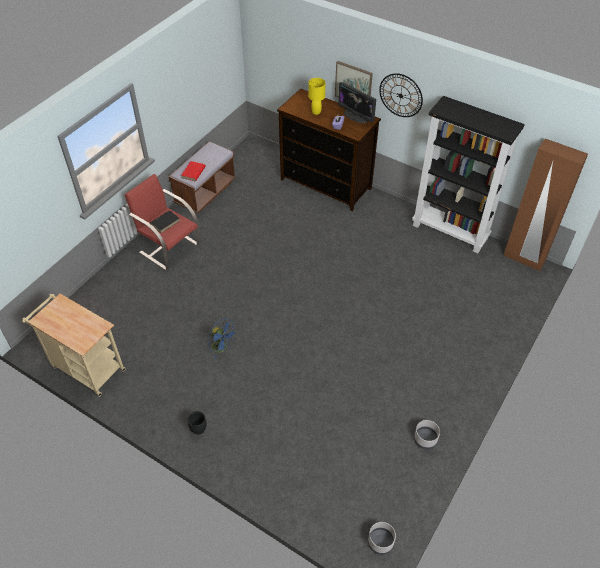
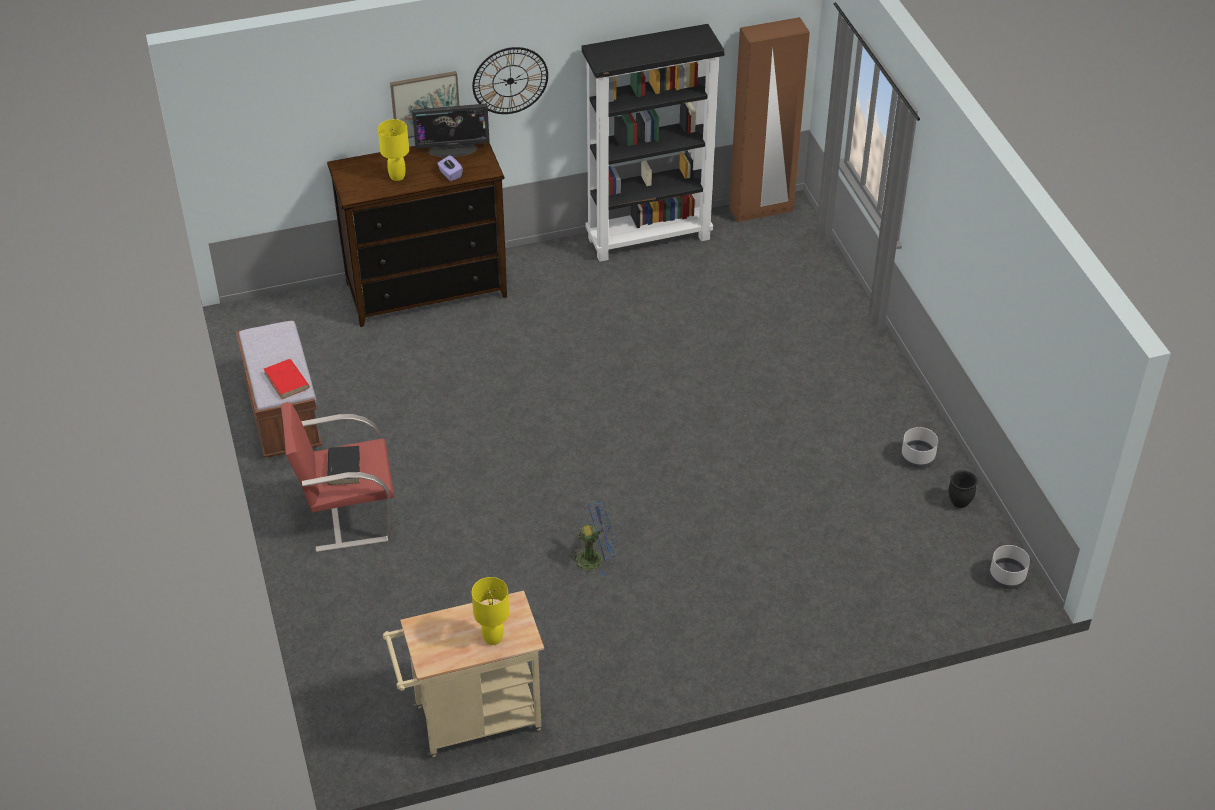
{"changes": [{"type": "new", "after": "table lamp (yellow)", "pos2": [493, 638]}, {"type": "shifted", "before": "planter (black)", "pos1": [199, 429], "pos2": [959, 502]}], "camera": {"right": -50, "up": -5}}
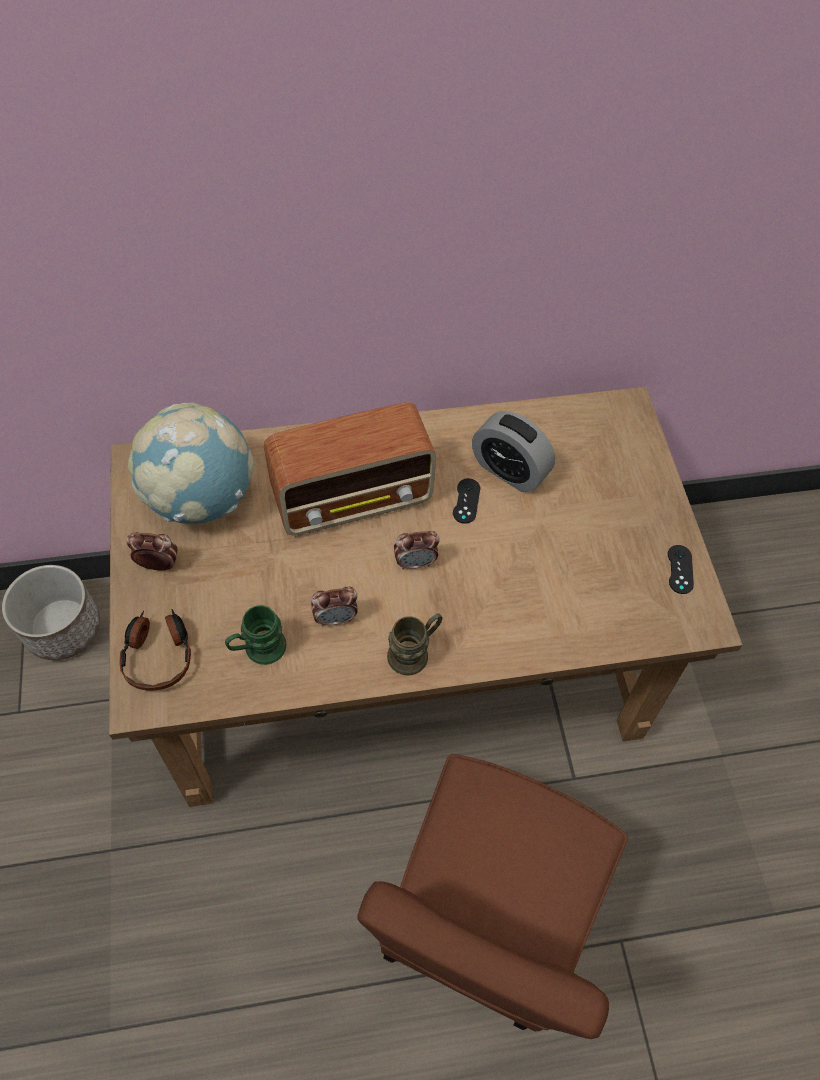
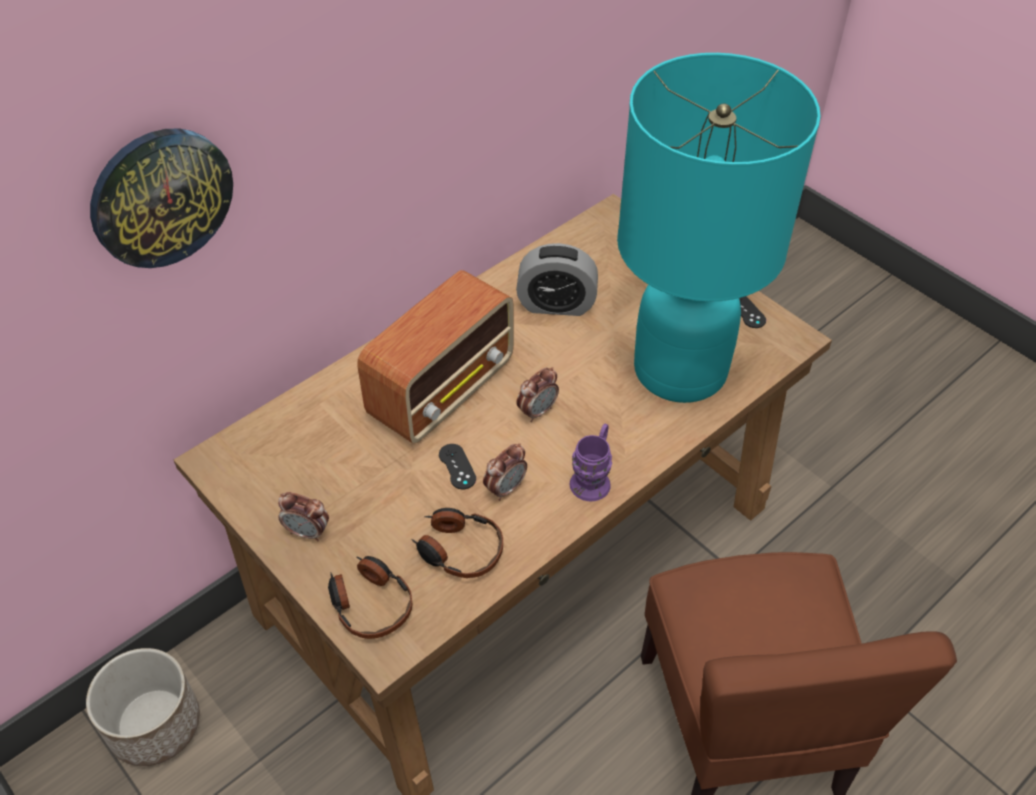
{"changes": [{"type": "gone", "before": "globe", "pos1": [201, 497]}, {"type": "new", "after": "wall clock", "pos2": [161, 197]}, {"type": "new", "after": "table lamp (turquoise)", "pos2": [680, 369]}, {"type": "shifted", "before": "game controller (black)", "pos1": [466, 501], "pos2": [457, 466]}, {"type": "swapped", "before": "mug (green)", "after": "headphones", "pos1": [258, 650], "pos2": [459, 549]}, {"type": "repainted", "before": "mug (brown)", "after": "mug (purple)", "pos1": [414, 652], "pos2": [593, 478]}, {"type": "rotated", "before": "alarm clock", "pos1": [159, 564], "pos2": [308, 532], "turn": -135}], "camera": {"right": -30, "up": -10}}
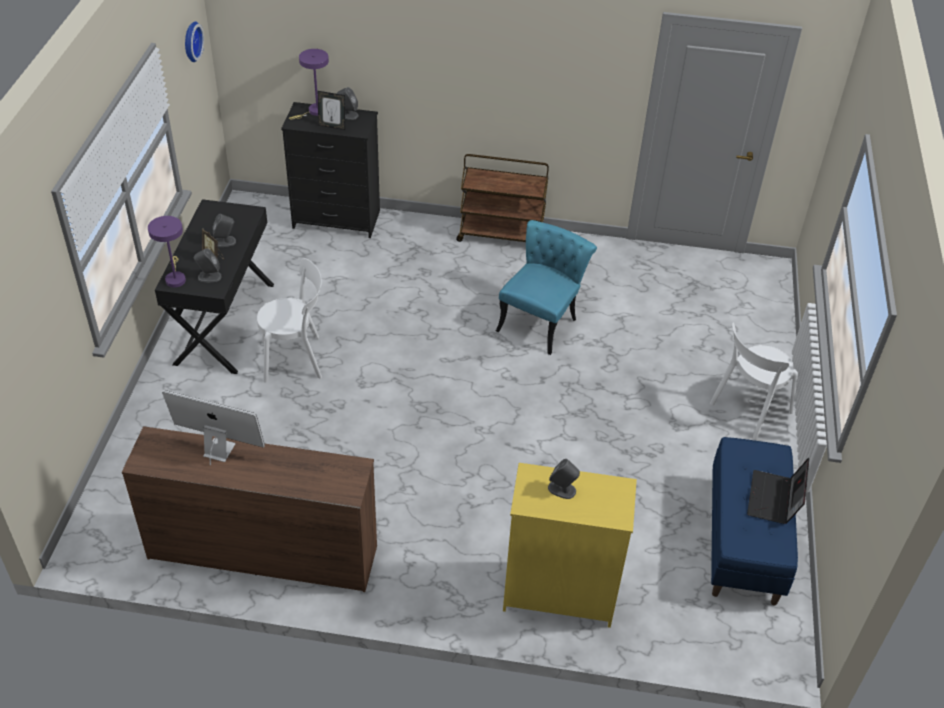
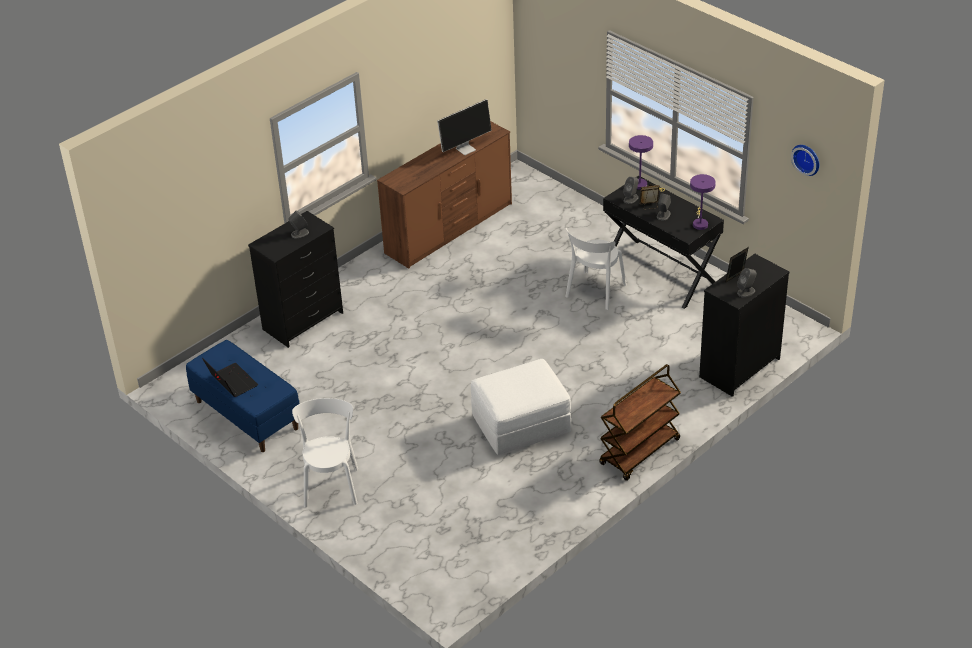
{"changes": [{"type": "shifted", "before": "table lamp (purple)", "pos1": [314, 112], "pos2": [700, 223]}, {"type": "swapped", "before": "chair (turquoise)", "after": "ottoman (white)", "pos1": [541, 320], "pos2": [521, 425]}, {"type": "repainted", "before": "dresser (yellow)", "after": "dresser (black)", "pos1": [559, 593], "pos2": [303, 321]}], "camera": {"right": 130, "up": -5}}
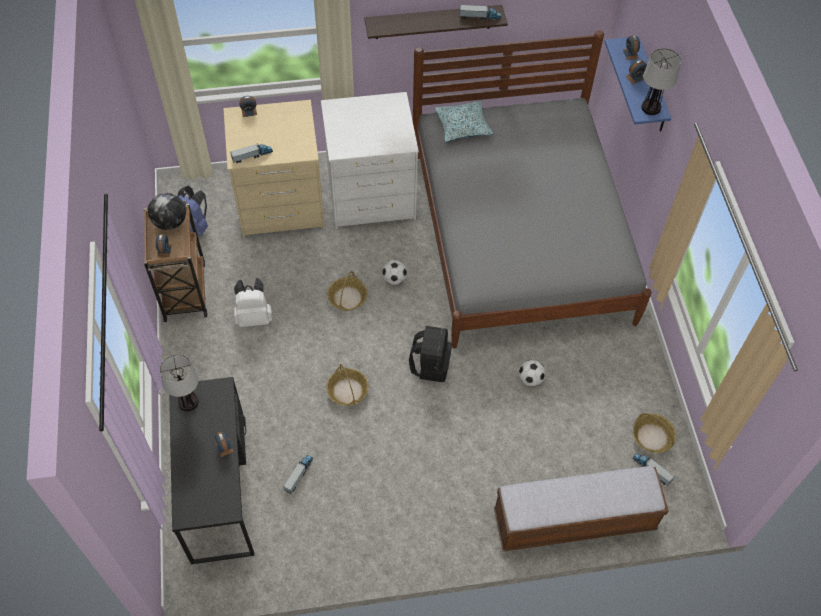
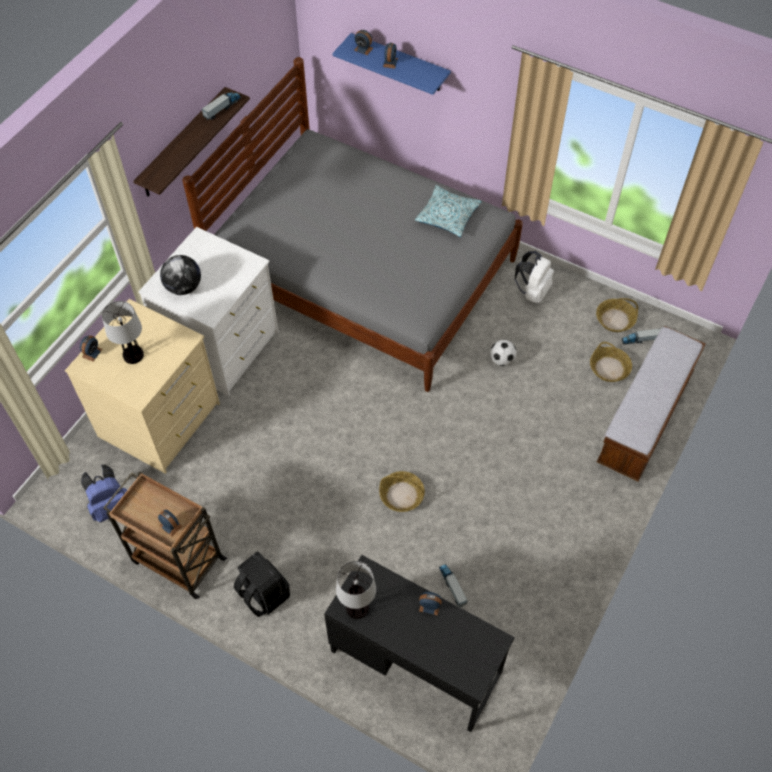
{"changes": [{"type": "gone", "before": "toy truck", "pos1": [252, 156]}, {"type": "gone", "before": "football", "pos1": [394, 279]}, {"type": "shifted", "before": "globe", "pos1": [170, 223], "pos2": [184, 287]}, {"type": "shifted", "before": "backpack (white)", "pos1": [254, 317], "pos2": [533, 292]}, {"type": "shifted", "before": "basket", "pos1": [347, 297], "pos2": [609, 368]}, {"type": "shifted", "before": "backpack (black)", "pos1": [430, 365], "pos2": [263, 594]}, {"type": "shifted", "before": "pillow", "pos1": [463, 126], "pos2": [447, 216]}, {"type": "shifted", "before": "table lamp", "pos1": [650, 108], "pos2": [133, 355]}], "camera": {"right": -50, "up": 0}}
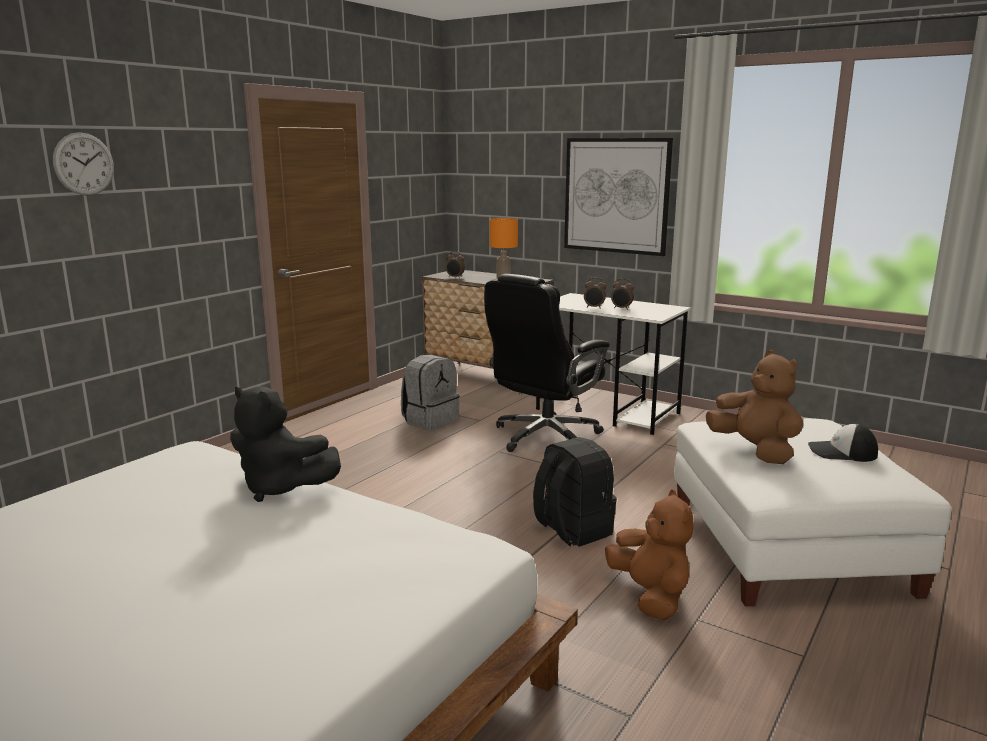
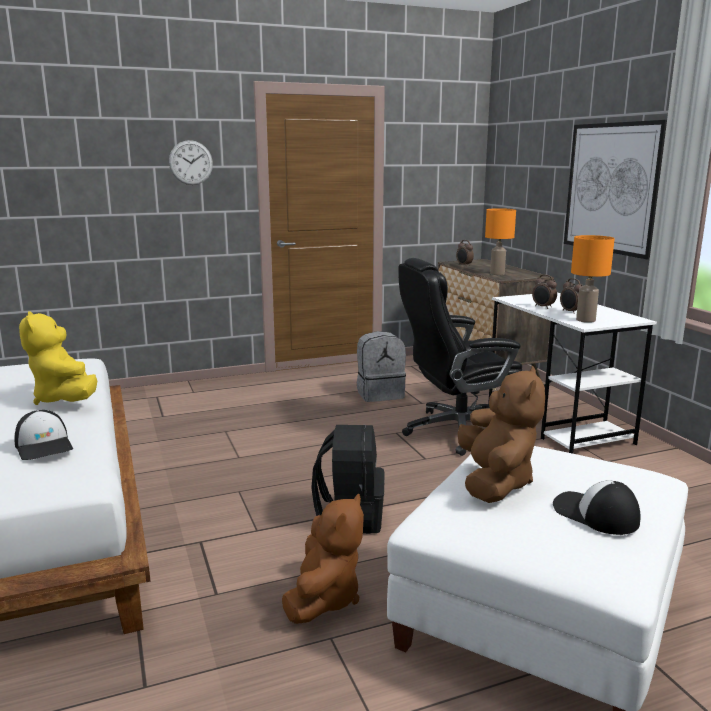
{"changes": [{"type": "new", "after": "cap", "pos2": [44, 446]}, {"type": "new", "after": "table lamp (orange)", "pos2": [586, 320]}, {"type": "shifted", "before": "wall clock", "pos1": [84, 164], "pos2": [191, 162]}, {"type": "repainted", "before": "plush toy (black)", "after": "plush toy (yellow)", "pos1": [280, 488], "pos2": [65, 399]}], "camera": {"right": 35, "up": 0}}
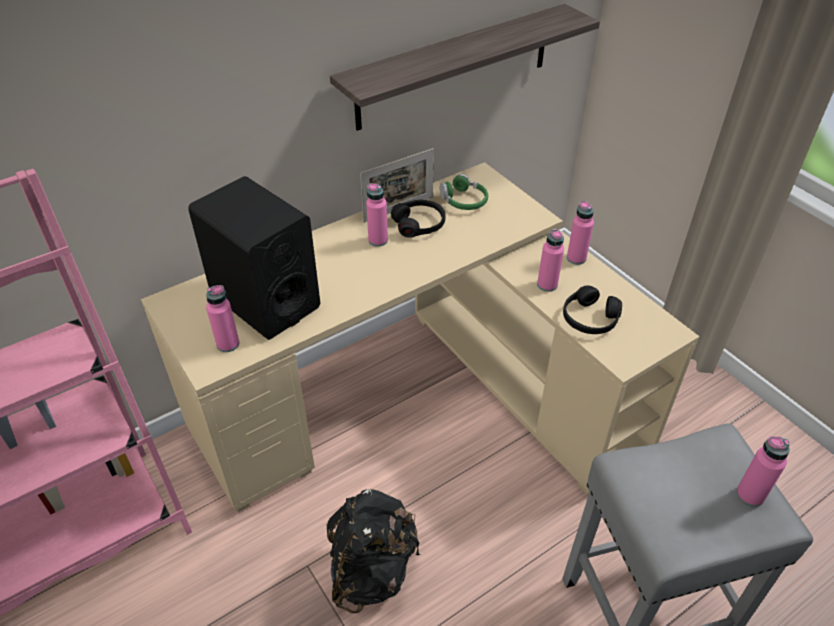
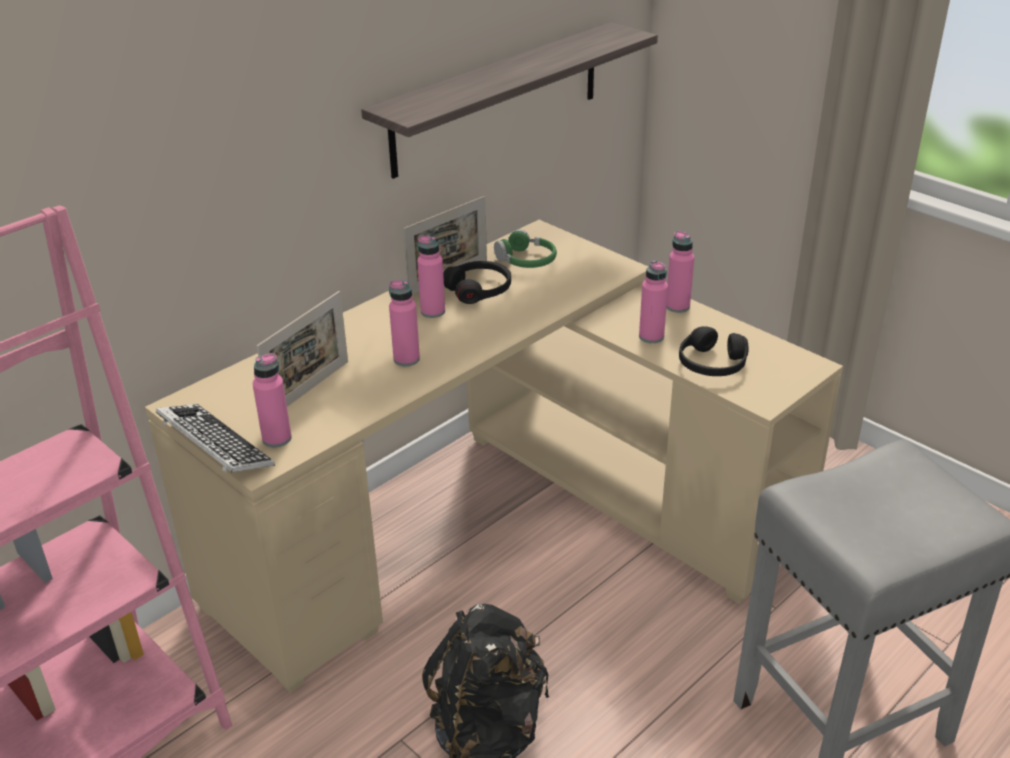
{"changes": [{"type": "new", "after": "keyboard", "pos2": [214, 446]}, {"type": "shifted", "before": "bottle (pink)", "pos1": [750, 495], "pos2": [406, 359]}, {"type": "swapped", "before": "speaker (black)", "after": "picture frame", "pos1": [265, 301], "pos2": [309, 389]}], "camera": {"right": -10, "up": -10}}
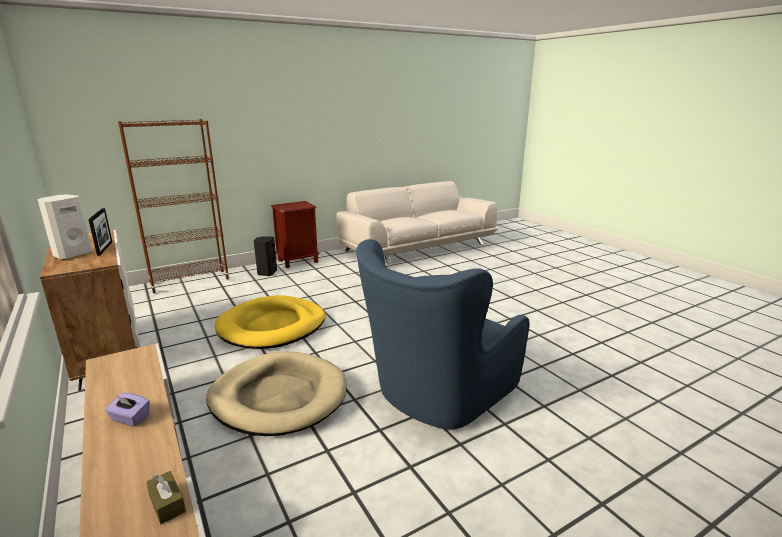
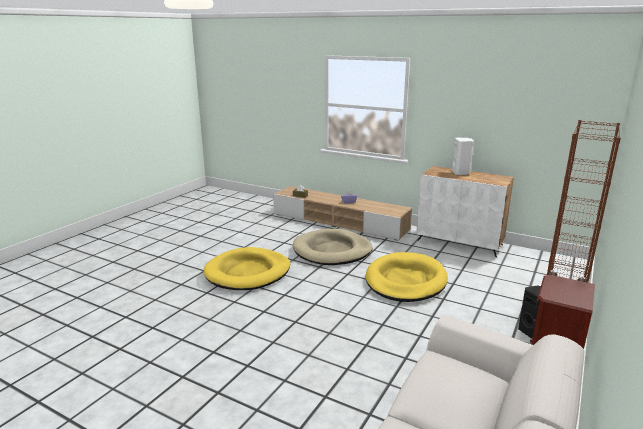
{"changes": [{"type": "gone", "before": "picture frame", "pos1": [105, 248]}, {"type": "swapped", "before": "armchair (blue)", "after": "dog bed (yellow)", "pos1": [437, 396], "pos2": [248, 272]}], "camera": {"right": 150, "up": 0}}
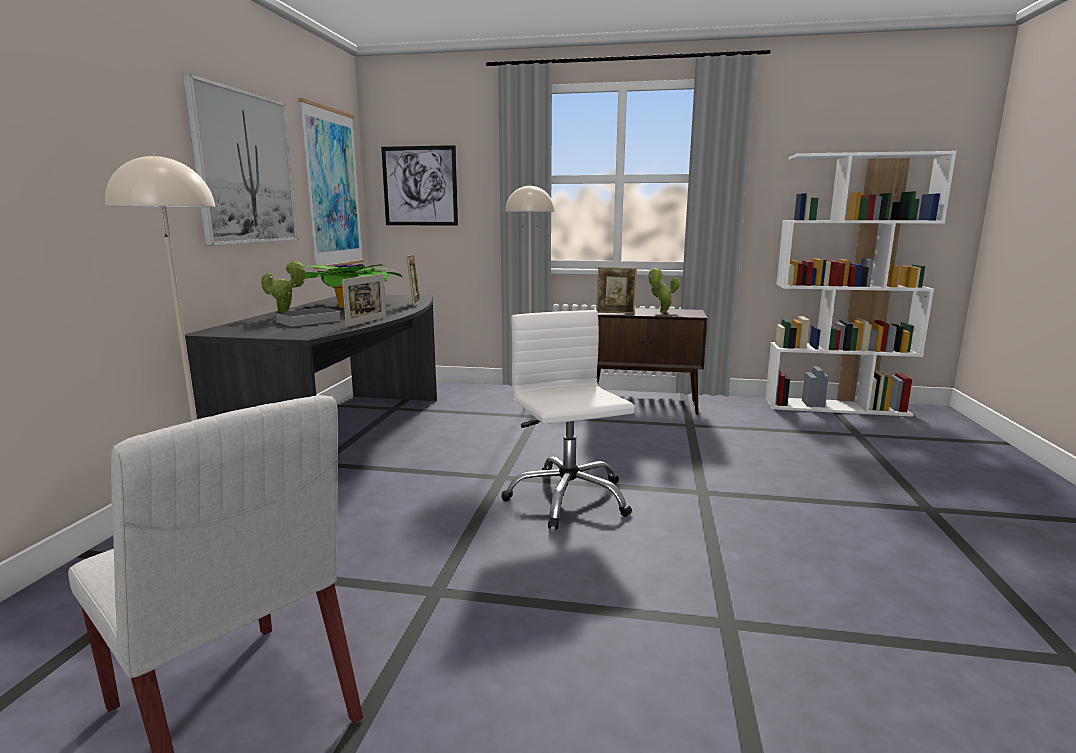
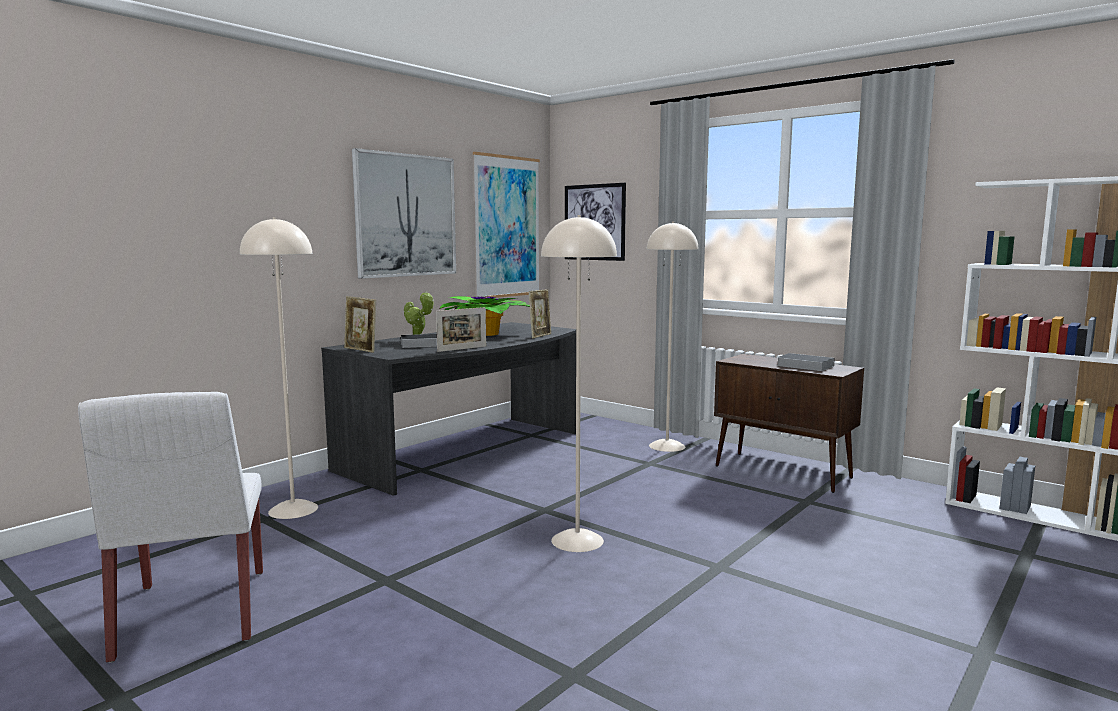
{"changes": [{"type": "shifted", "before": "picture frame", "pos1": [615, 313], "pos2": [361, 350]}, {"type": "swapped", "before": "office chair (white)", "after": "floor lamp (beige)", "pos1": [567, 498], "pos2": [578, 540]}, {"type": "swapped", "before": "potted plant", "after": "book", "pos1": [661, 312], "pos2": [803, 365]}], "camera": {"right": 30, "up": -5}}
